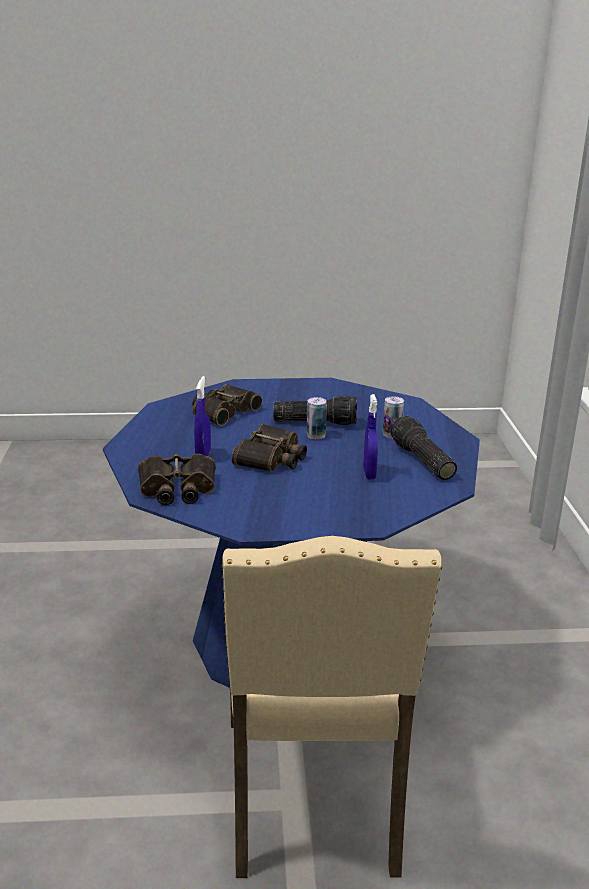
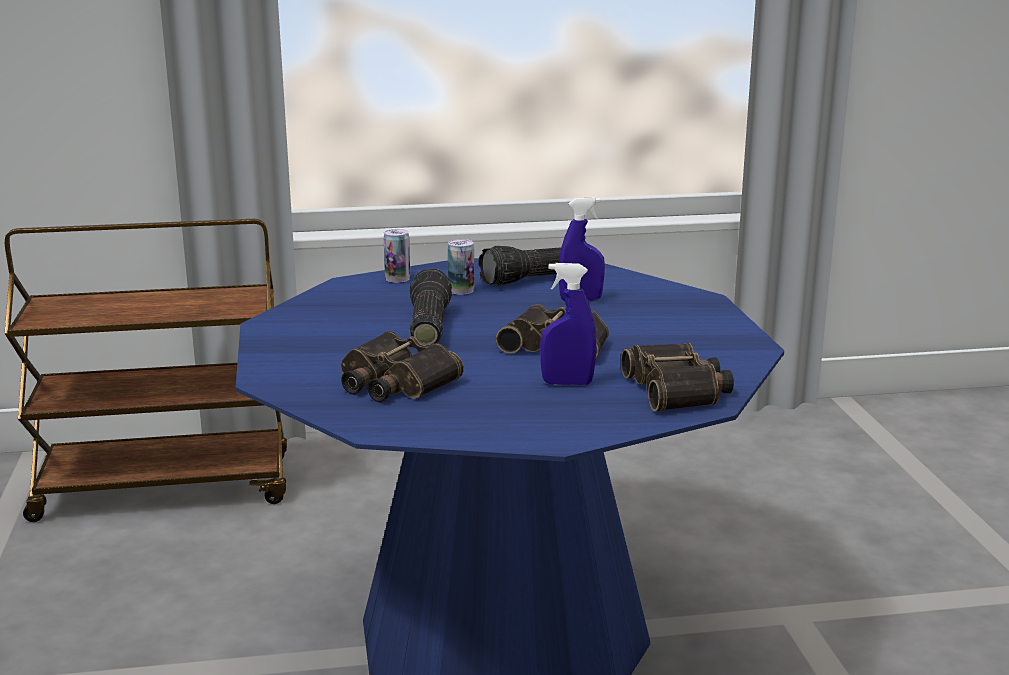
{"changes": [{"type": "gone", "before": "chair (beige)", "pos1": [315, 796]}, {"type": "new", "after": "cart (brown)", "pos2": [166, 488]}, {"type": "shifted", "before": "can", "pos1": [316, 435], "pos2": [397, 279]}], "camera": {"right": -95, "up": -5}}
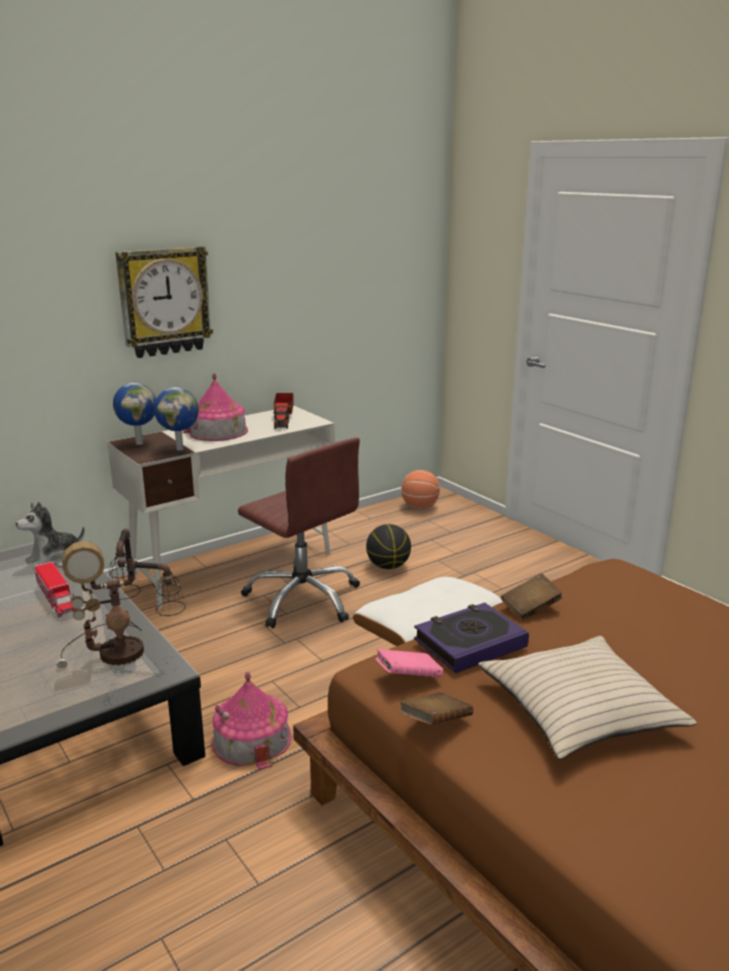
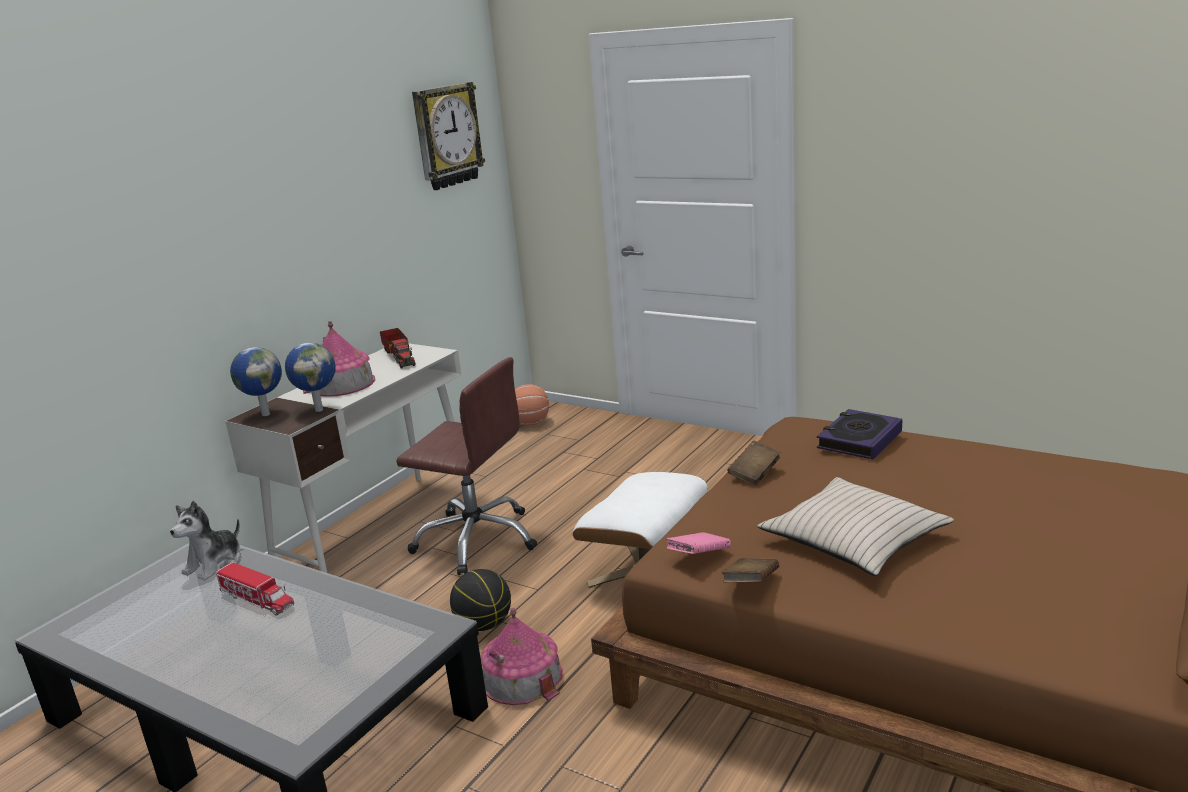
{"changes": [{"type": "gone", "before": "table lamp", "pos1": [124, 654]}, {"type": "shifted", "before": "wall clock", "pos1": [164, 301], "pos2": [446, 136]}, {"type": "shifted", "before": "basketball", "pos1": [388, 566], "pos2": [484, 624]}, {"type": "shifted", "before": "book", "pos1": [470, 643], "pos2": [859, 440]}], "camera": {"right": -20, "up": 0}}
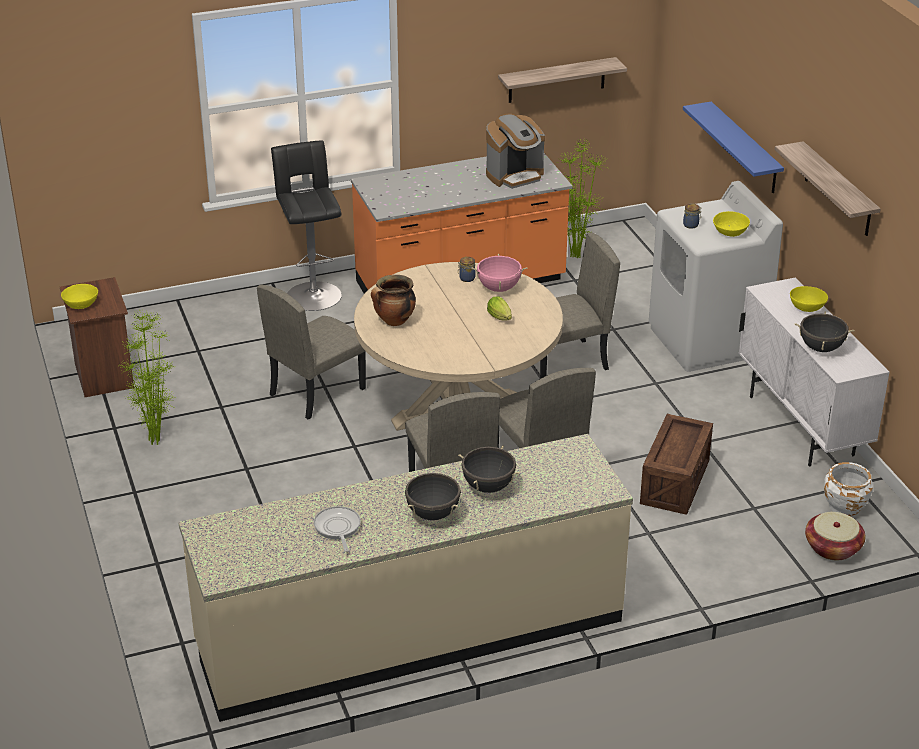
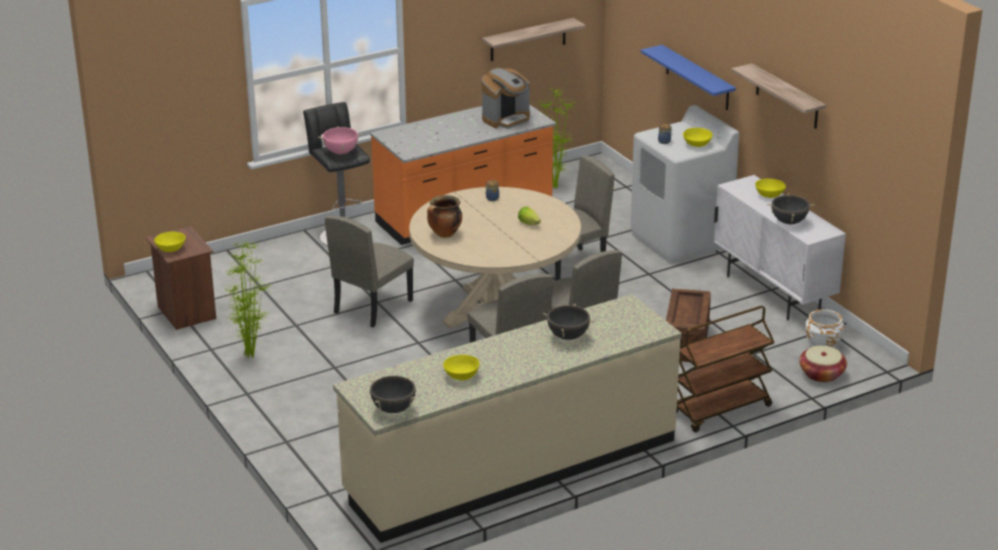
{"changes": [{"type": "new", "after": "cart (brown)", "pos2": [720, 410]}, {"type": "shifted", "before": "cooking pot (black)", "pos1": [432, 514], "pos2": [393, 409]}, {"type": "shifted", "before": "cooking pot (pink)", "pos1": [499, 288], "pos2": [341, 152]}, {"type": "swapped", "before": "frying pan", "after": "bowl (yellow)", "pos1": [337, 528], "pos2": [461, 375]}], "camera": {"right": -10, "up": -5}}
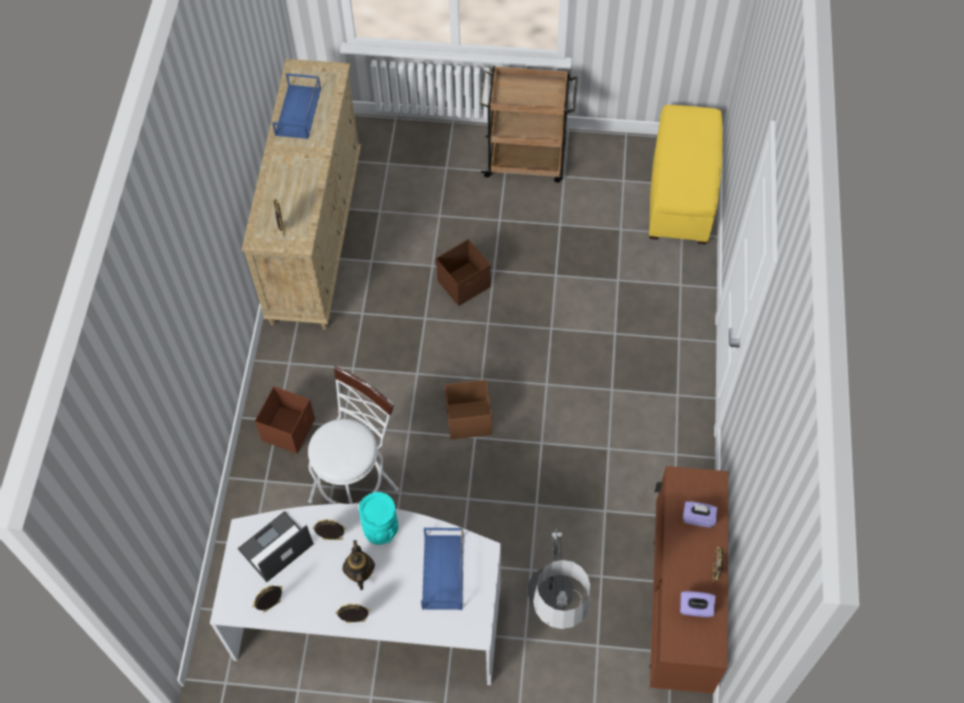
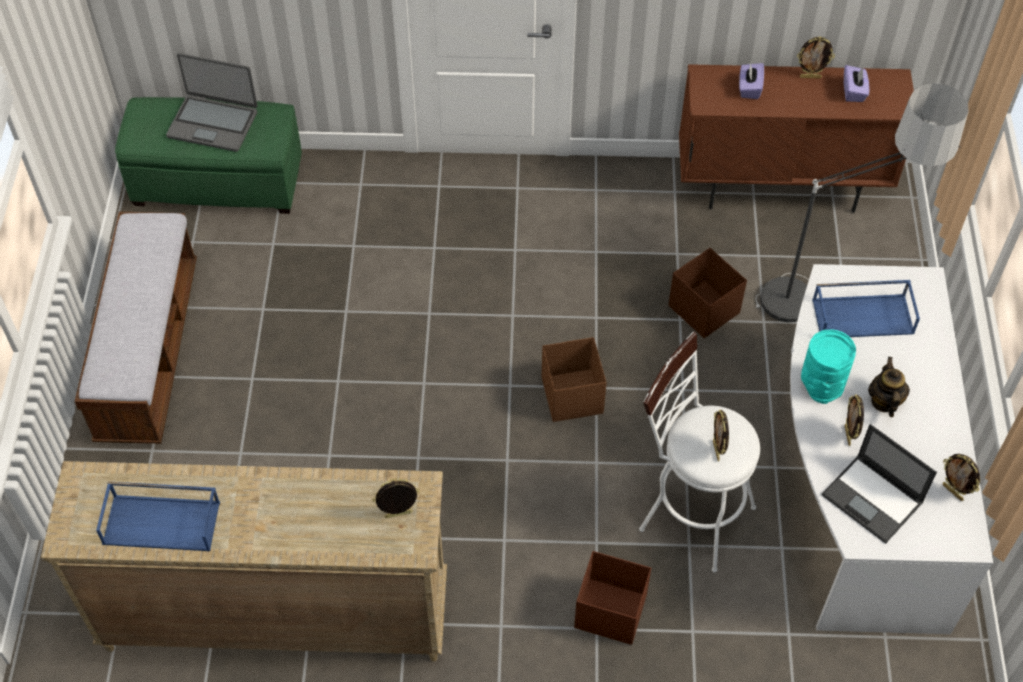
{"changes": [{"type": "new", "after": "laptop", "pos2": [213, 123]}, {"type": "shifted", "before": "picture frame", "pos1": [355, 622], "pos2": [717, 451]}, {"type": "shifted", "before": "storage box (brown)", "pos1": [464, 284], "pos2": [703, 309]}, {"type": "swapped", "before": "cart (brown)", "after": "bench", "pos1": [527, 161], "pos2": [149, 350]}, {"type": "repainted", "before": "ottoman (yellow)", "after": "ottoman (green)", "pos1": [681, 194], "pos2": [219, 182]}, {"type": "rotated", "before": "teapot", "pos1": [359, 572], "pos2": [884, 401], "turn": 105}], "camera": {"right": -95, "up": -5}}
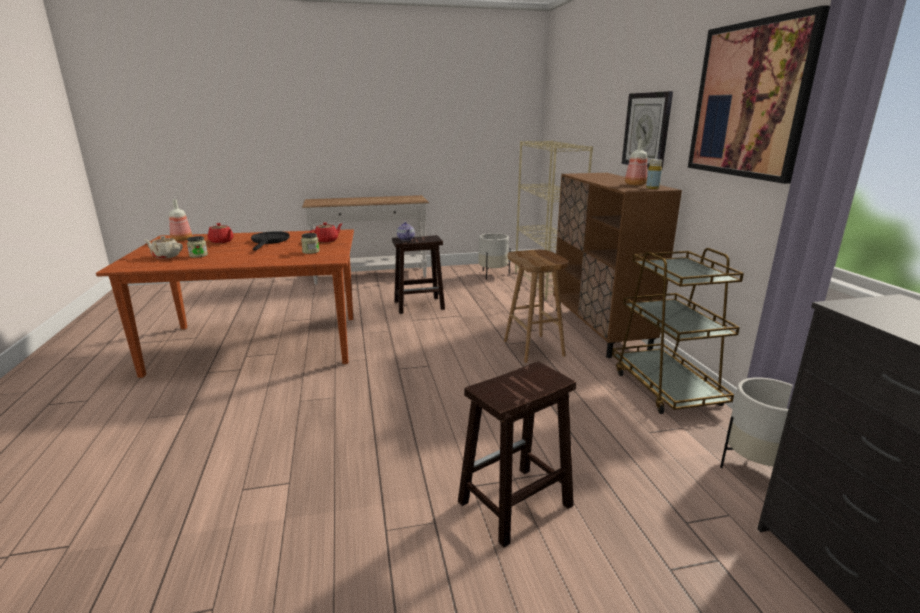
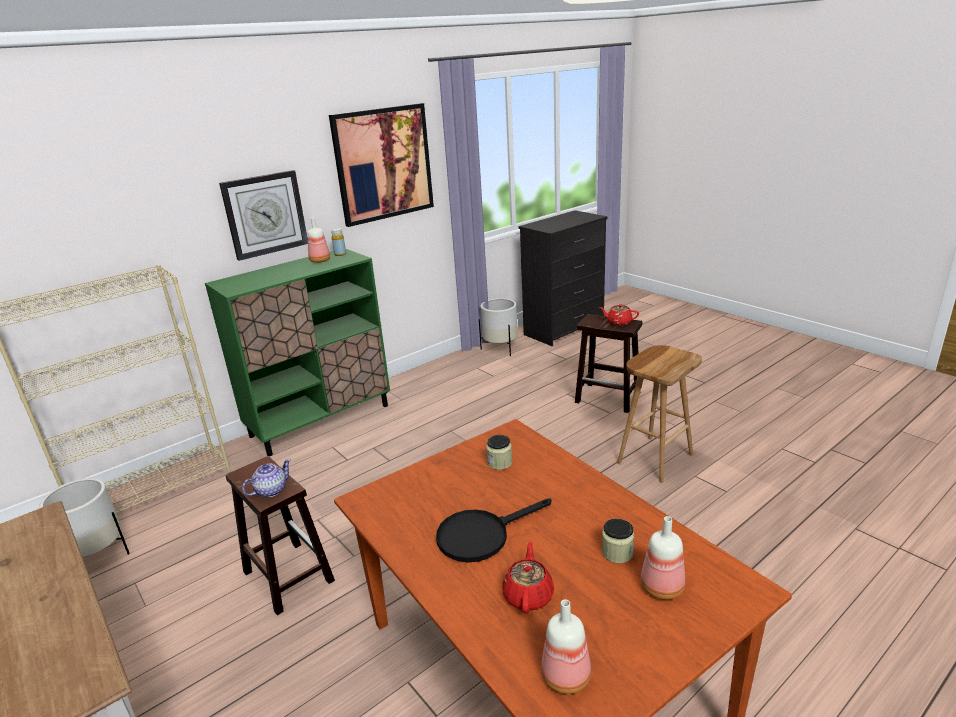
{"changes": [{"type": "gone", "before": "cart (brown)", "pos1": [665, 388]}, {"type": "shifted", "before": "teapot (red)", "pos1": [327, 240], "pos2": [618, 322]}, {"type": "shifted", "before": "stool (brown)", "pos1": [534, 348], "pos2": [655, 458]}, {"type": "swapped", "before": "teapot (beige)", "after": "bottle", "pos1": [166, 256], "pos2": [660, 587]}, {"type": "repainted", "before": "cabinet (brown)", "after": "cabinet (green)", "pos1": [599, 329], "pos2": [321, 420]}], "camera": {"right": -115, "up": 5}}
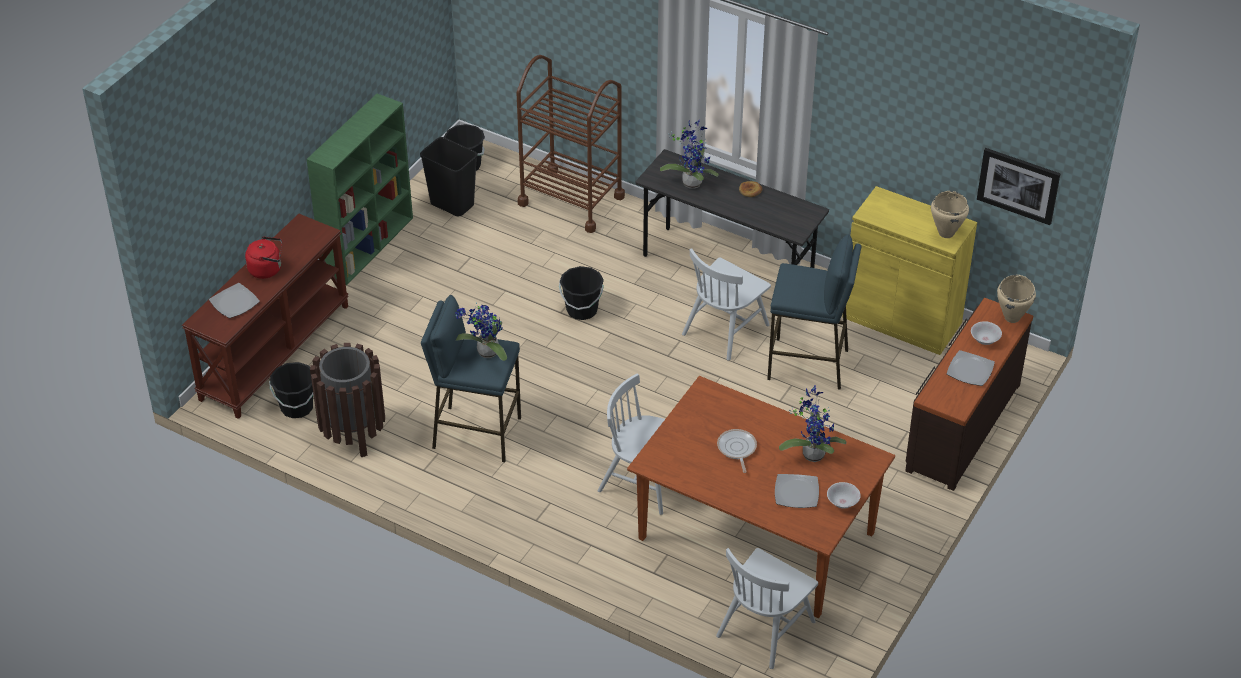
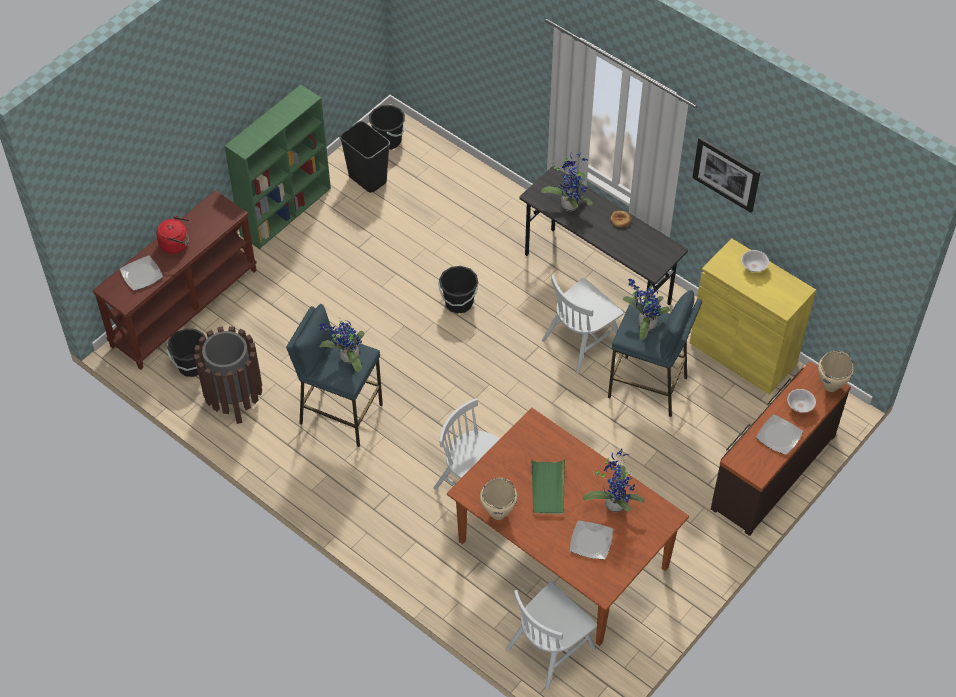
{"changes": [{"type": "gone", "before": "cart (brown)", "pos1": [571, 200]}, {"type": "new", "after": "potted plant", "pos2": [644, 324]}, {"type": "shifted", "before": "bowl (white)", "pos1": [842, 502], "pos2": [753, 267]}, {"type": "shifted", "before": "cooking pot (beige)", "pos1": [946, 233], "pos2": [497, 513]}, {"type": "shifted", "before": "picture", "pos1": [1018, 185], "pos2": [726, 173]}, {"type": "swapped", "before": "frying pan", "after": "tray (green)", "pos1": [736, 449], "pos2": [548, 488]}], "camera": {"right": 10, "up": 10}}
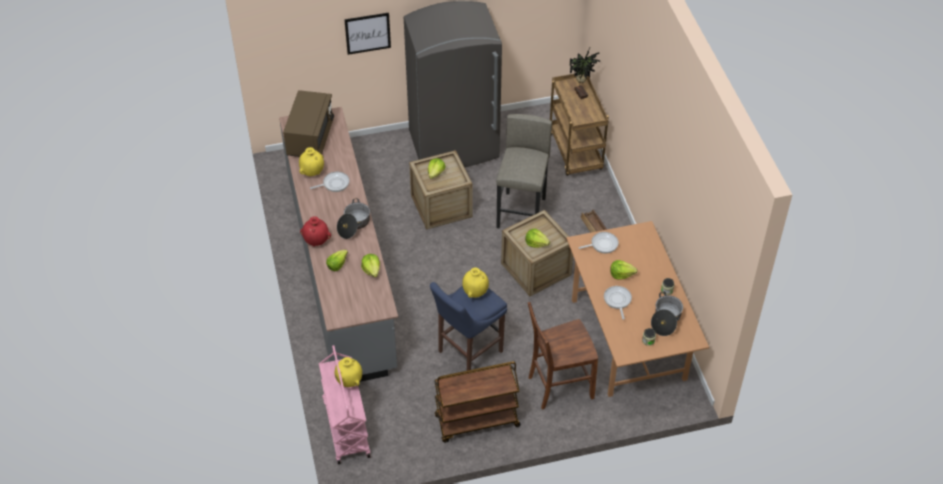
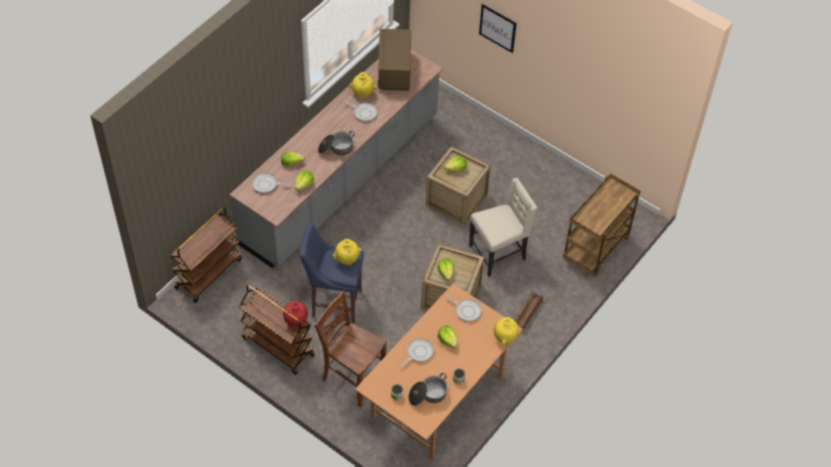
{"changes": [{"type": "gone", "before": "fridge (grey)", "pos1": [454, 145]}, {"type": "gone", "before": "potted plant", "pos1": [581, 93]}, {"type": "new", "after": "frying pan", "pos2": [266, 184]}, {"type": "shifted", "before": "vase (red)", "pos1": [317, 241], "pos2": [296, 321]}, {"type": "shifted", "before": "vase (yellow)", "pos1": [349, 381], "pos2": [505, 337]}, {"type": "swapped", "before": "stool (grey)", "after": "chair (beige)", "pos1": [522, 213], "pos2": [498, 253]}, {"type": "repainted", "before": "cart (pink)", "after": "cart (brown)", "pos1": [346, 427], "pos2": [208, 273]}, {"type": "rotated", "before": "microwave (brown)", "pos1": [310, 138], "pos2": [394, 71], "turn": 120}], "camera": {"right": 50, "up": 5}}
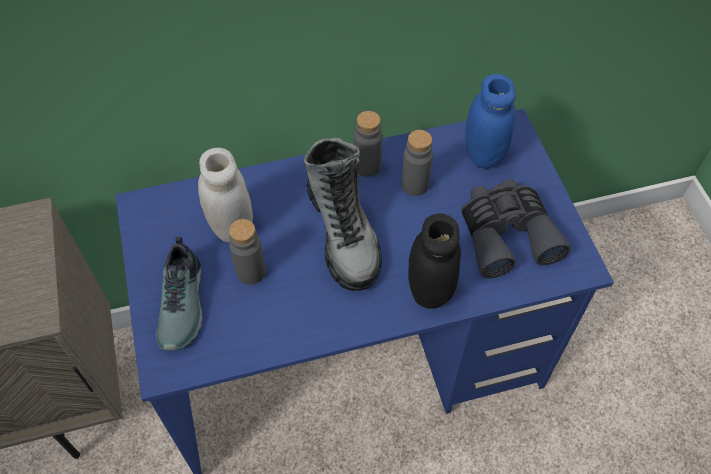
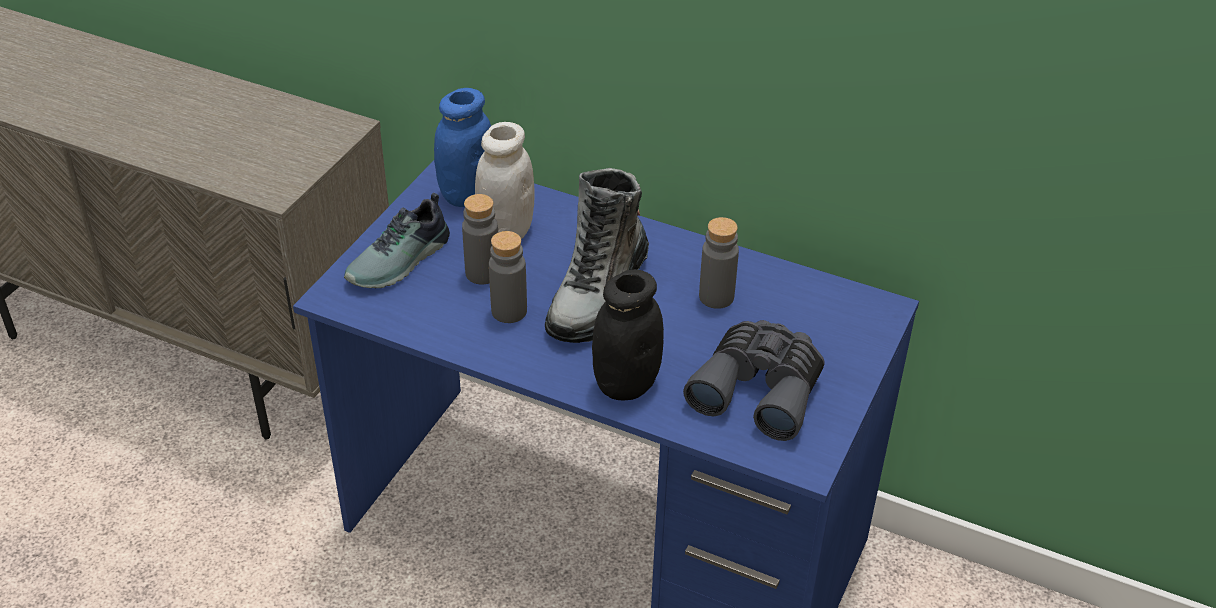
{"changes": [{"type": "shifted", "before": "bottle (grey)", "pos1": [367, 166], "pos2": [509, 311]}, {"type": "shifted", "before": "jar (blue)", "pos1": [483, 154], "pos2": [467, 195]}], "camera": {"right": 40, "up": -15}}
